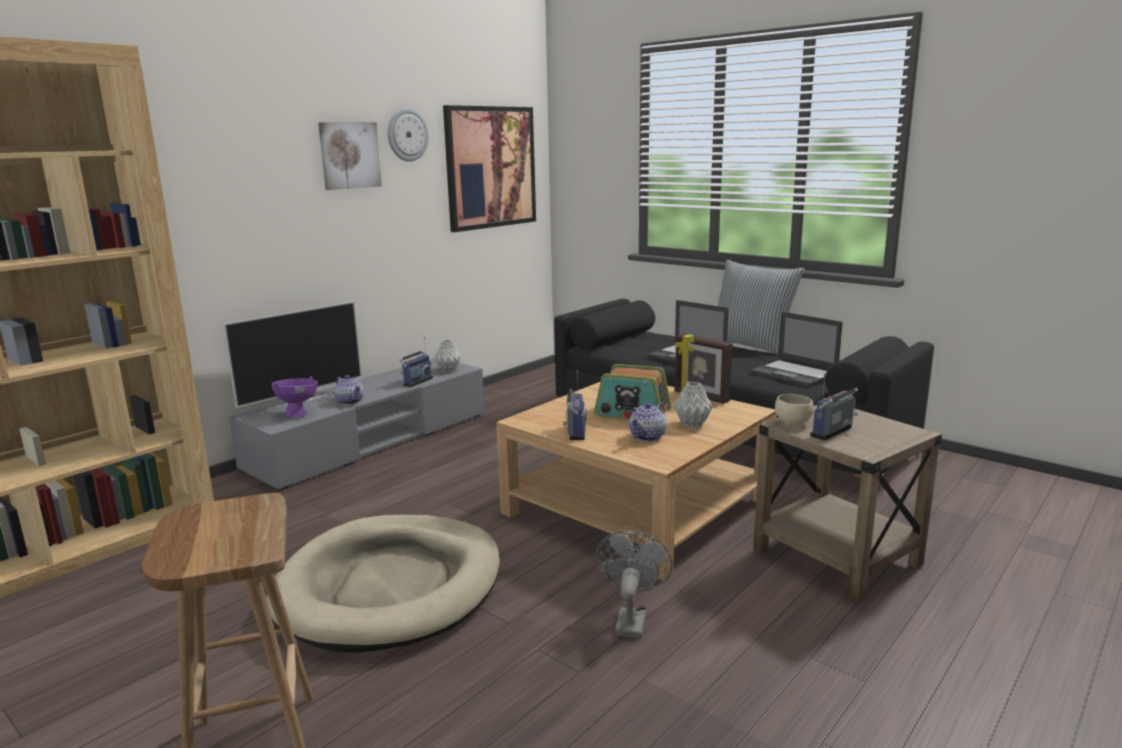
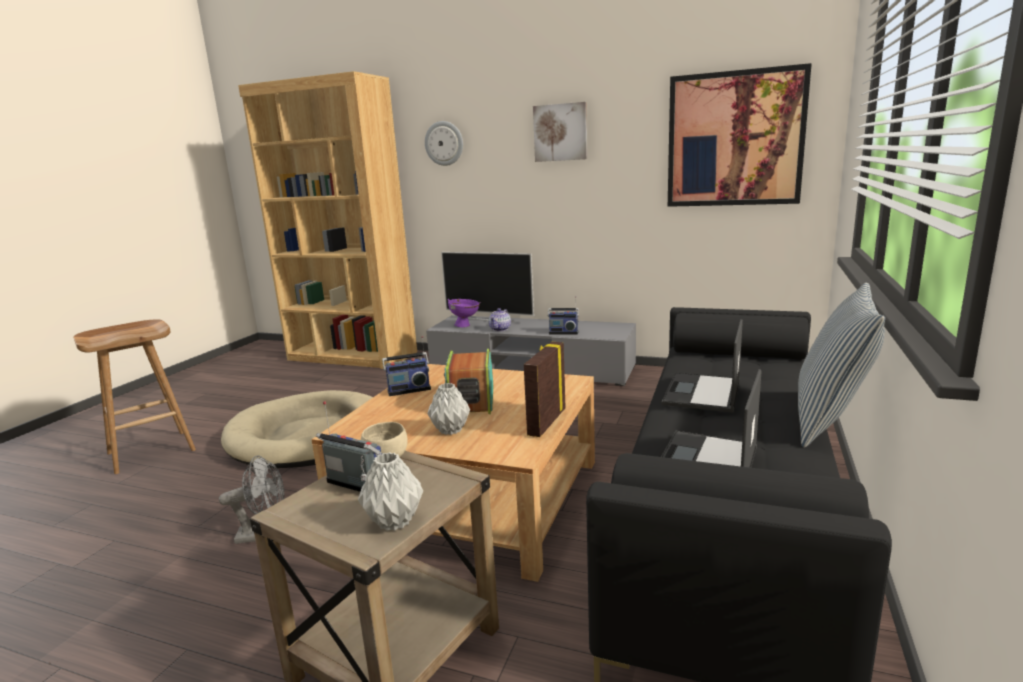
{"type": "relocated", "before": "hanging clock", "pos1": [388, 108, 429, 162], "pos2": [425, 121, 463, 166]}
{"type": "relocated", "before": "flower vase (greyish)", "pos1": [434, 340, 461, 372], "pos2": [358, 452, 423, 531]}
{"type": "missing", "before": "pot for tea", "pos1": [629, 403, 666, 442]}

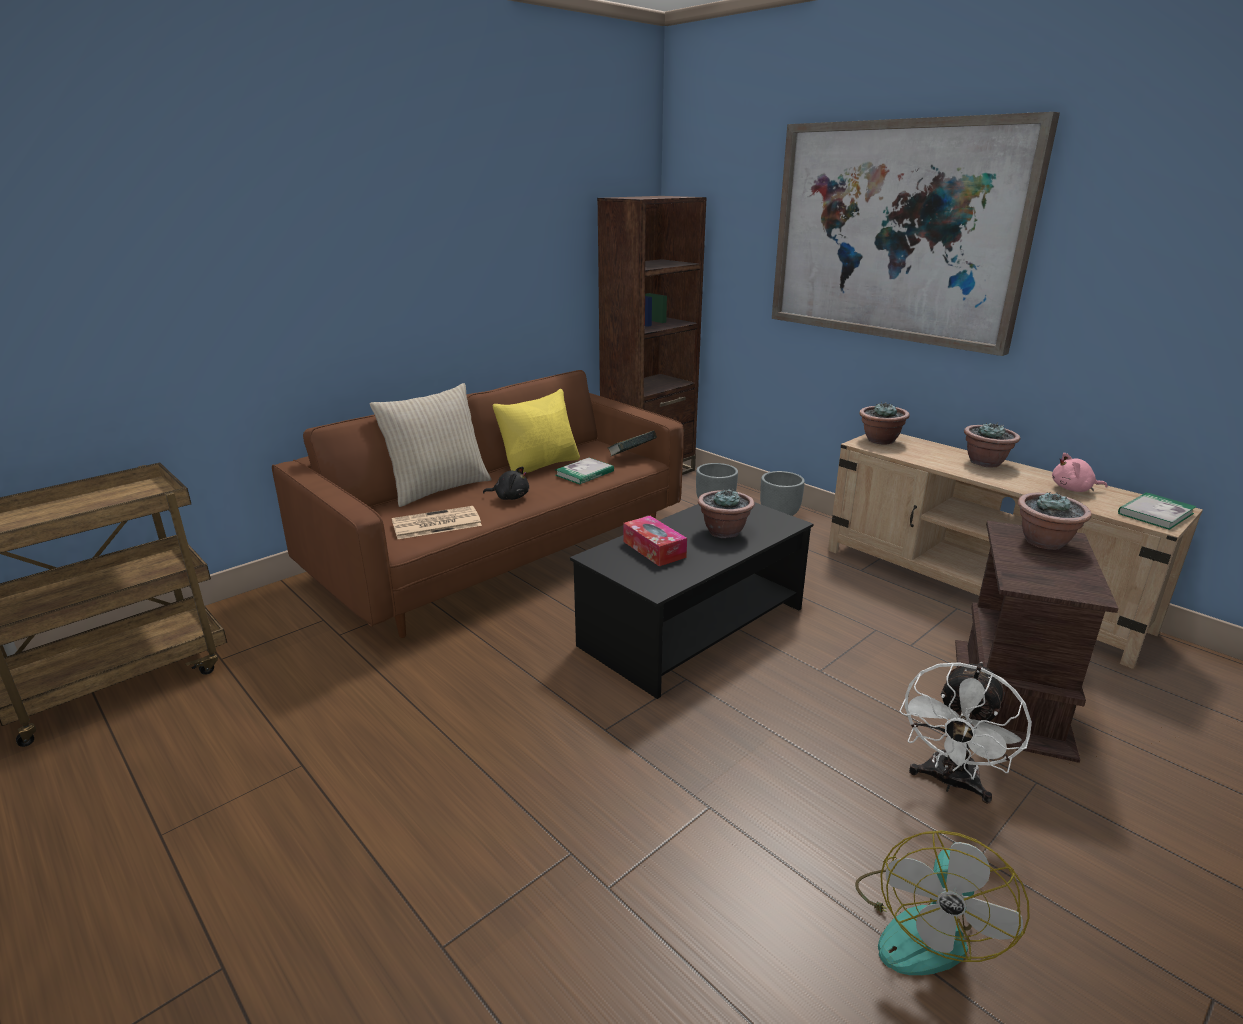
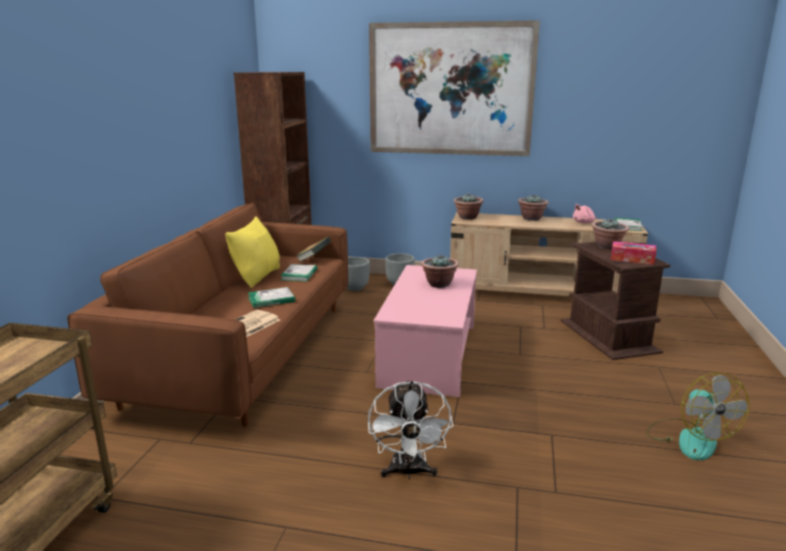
{"type": "missing", "before": "pillow (sand-coloured)", "pos1": [370, 383, 491, 507]}
{"type": "exchanged", "before": "cuddly toy (black)", "after": "book", "pos1": [483, 467, 529, 500], "pos2": [248, 287, 295, 308]}
{"type": "colour", "before": "coffee table (black)", "after": "coffee table (pink-coloured)", "pos1": [570, 502, 814, 699], "pos2": [374, 265, 477, 397]}
{"type": "relocated", "before": "tissue holder", "pos1": [623, 516, 687, 566], "pos2": [611, 241, 656, 265]}
{"type": "relocated", "before": "cooling fan (white)", "pos1": [900, 662, 1032, 804], "pos2": [368, 380, 453, 479]}

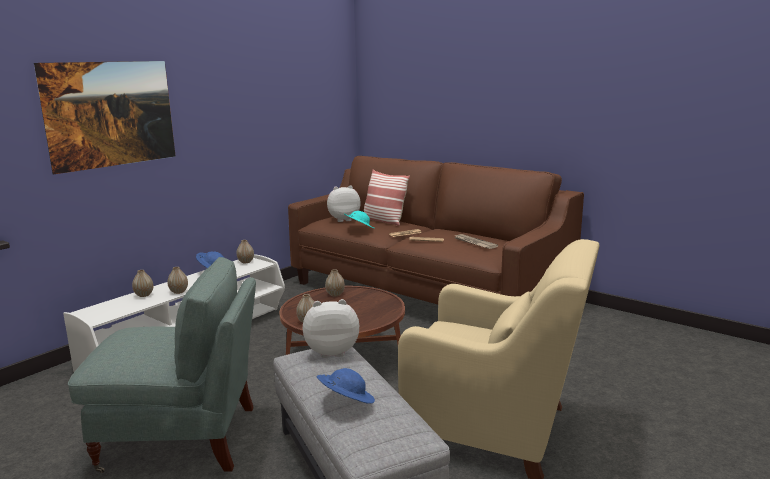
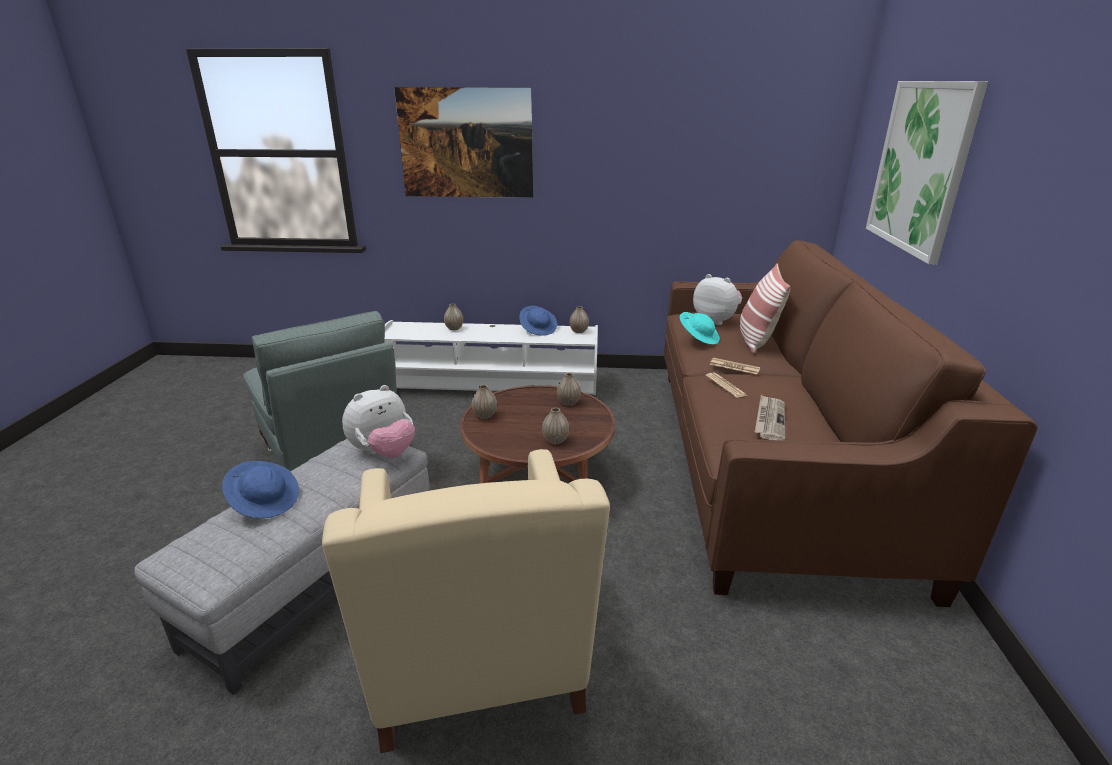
{"type": "relocated", "before": "flower vase", "pos1": [167, 267, 188, 294], "pos2": [542, 408, 569, 444]}
{"type": "spun", "before": "cuddly toy", "pos1": [303, 299, 359, 358], "pos2": [342, 385, 415, 458], "turn": 90}
{"type": "appeared", "after": "picture", "pos2": [866, 81, 988, 264]}

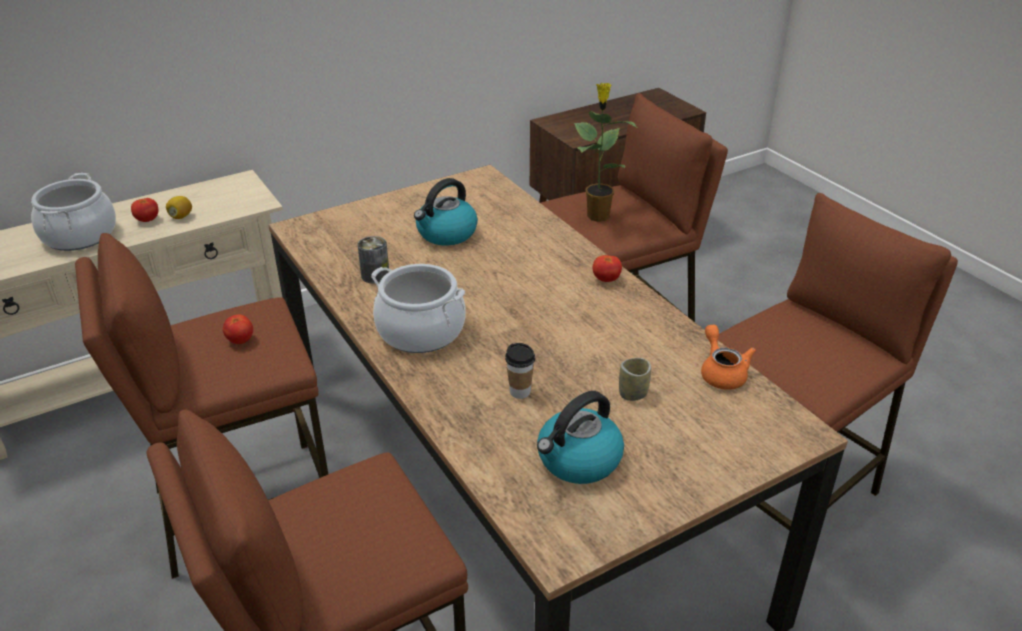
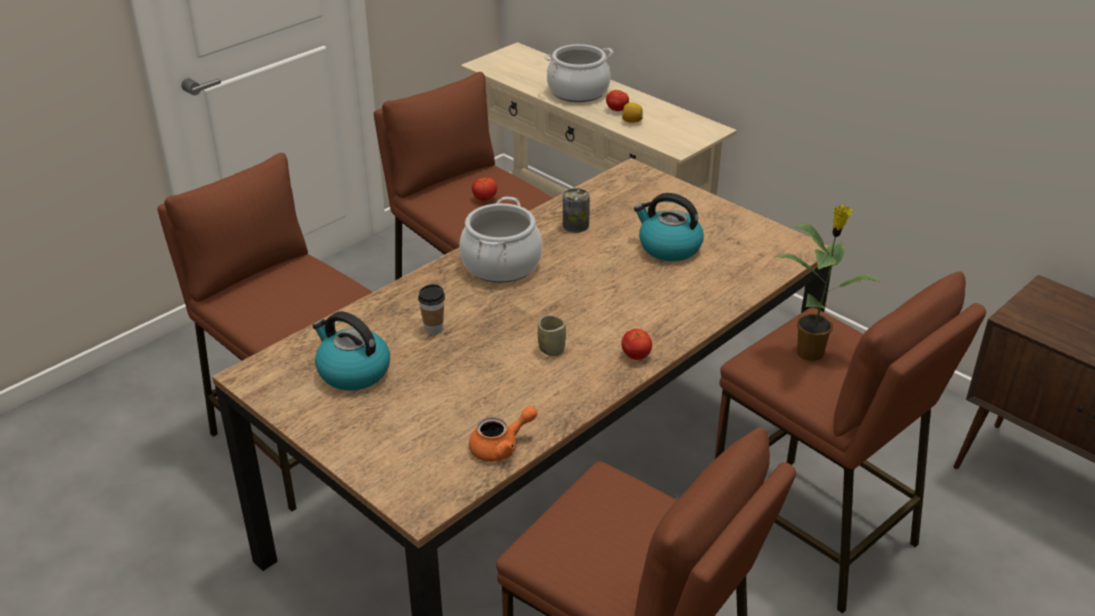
{"type": "relocated", "before": "drinking cup", "pos1": [619, 358, 651, 401], "pos2": [538, 315, 566, 356]}

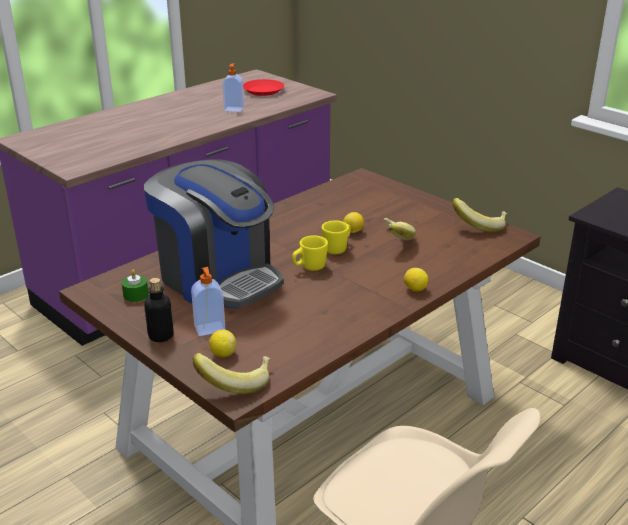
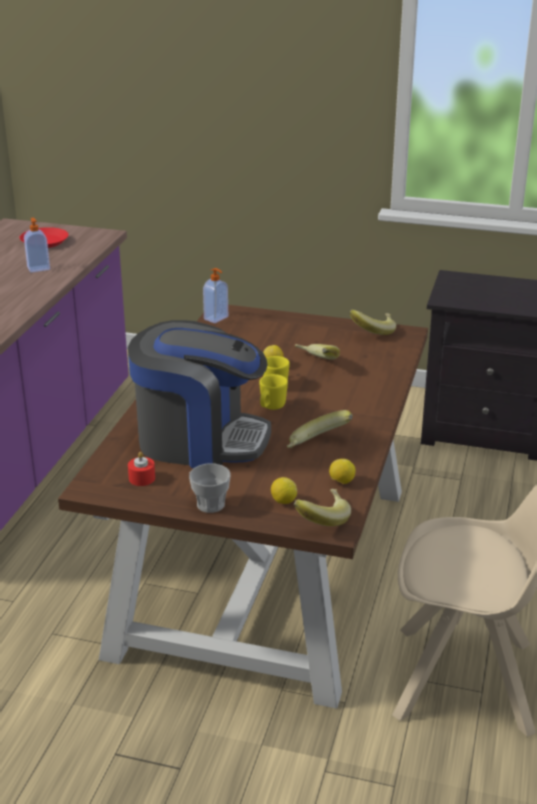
{"type": "colour", "before": "wax light (green-coloured)", "after": "wax light (red-coloured)", "pos1": [122, 270, 149, 302], "pos2": [128, 452, 155, 486]}
{"type": "exchanged", "before": "bottle", "after": "drinking cup", "pos1": [144, 278, 173, 342], "pos2": [189, 464, 230, 513]}
{"type": "relocated", "before": "liquid soap bottle", "pos1": [191, 267, 226, 336], "pos2": [203, 268, 228, 323]}
{"type": "relocated", "before": "lemon", "pos1": [404, 268, 428, 292], "pos2": [329, 459, 356, 484]}
{"type": "appeared", "after": "banana fruit", "pos2": [287, 410, 353, 448]}

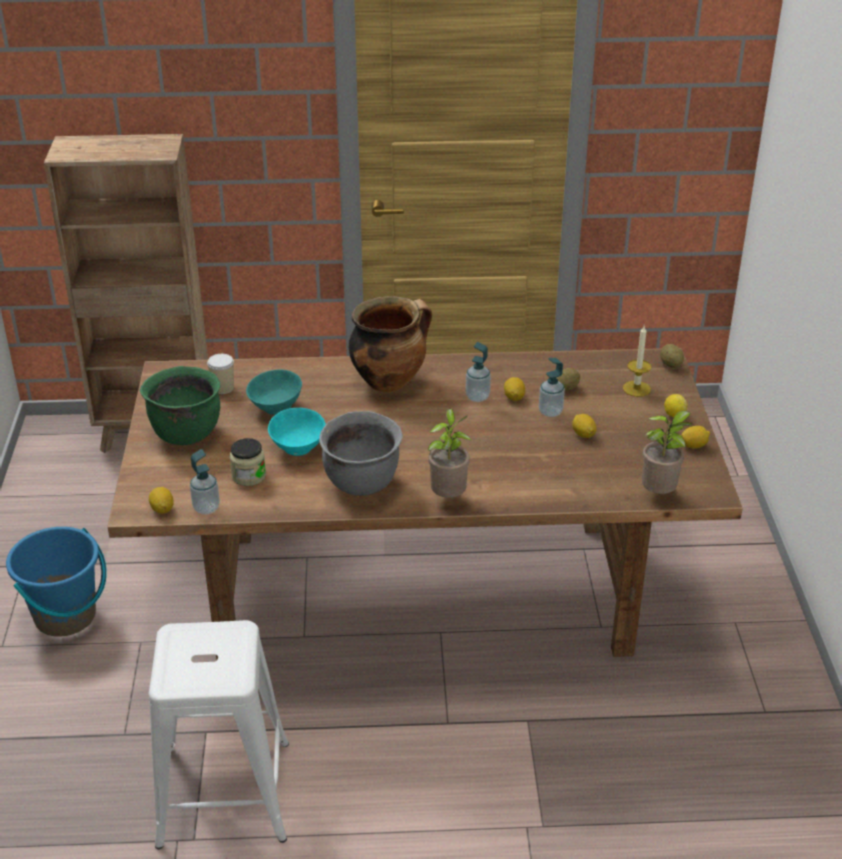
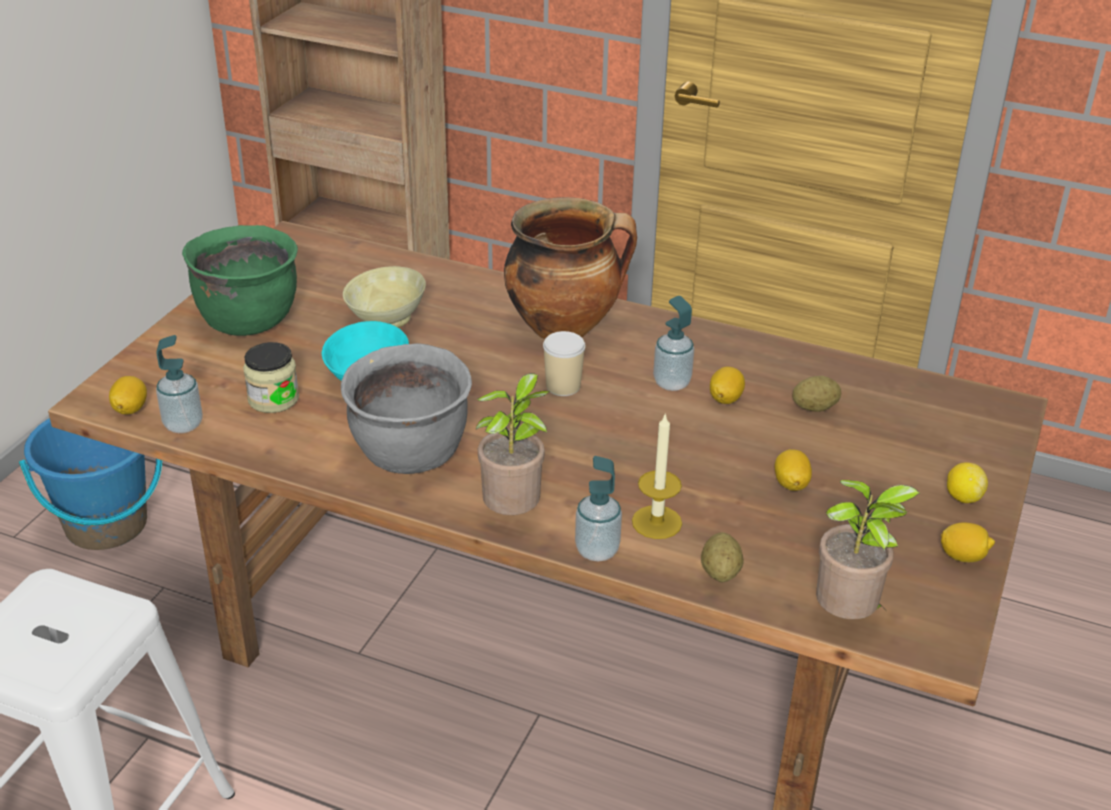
{"type": "relocated", "before": "drinking cup", "pos1": [207, 354, 234, 394], "pos2": [543, 331, 585, 396]}
{"type": "colour", "before": "deep dish (turquoise-coloured)", "after": "deep dish (sand-coloured)", "pos1": [246, 369, 302, 415], "pos2": [343, 266, 426, 328]}
{"type": "relocated", "before": "liquid soap bottle", "pos1": [539, 358, 565, 417], "pos2": [575, 456, 622, 561]}
{"type": "relocated", "before": "wax light", "pos1": [623, 326, 652, 397], "pos2": [632, 413, 682, 539]}
{"type": "relocated", "before": "spud", "pos1": [660, 344, 684, 368], "pos2": [701, 532, 744, 582]}

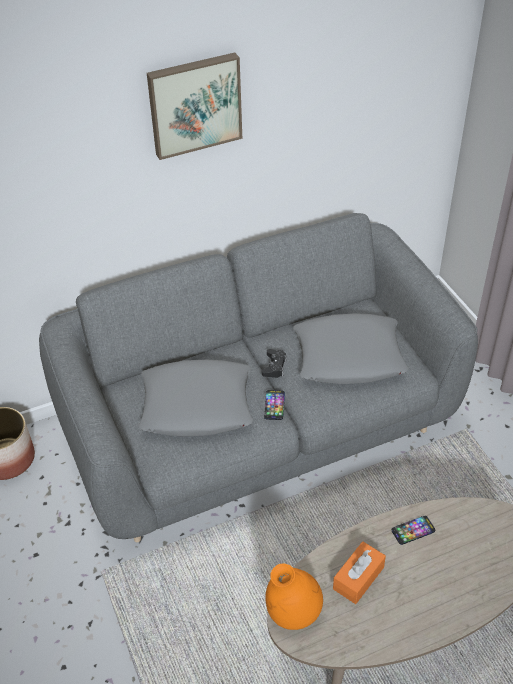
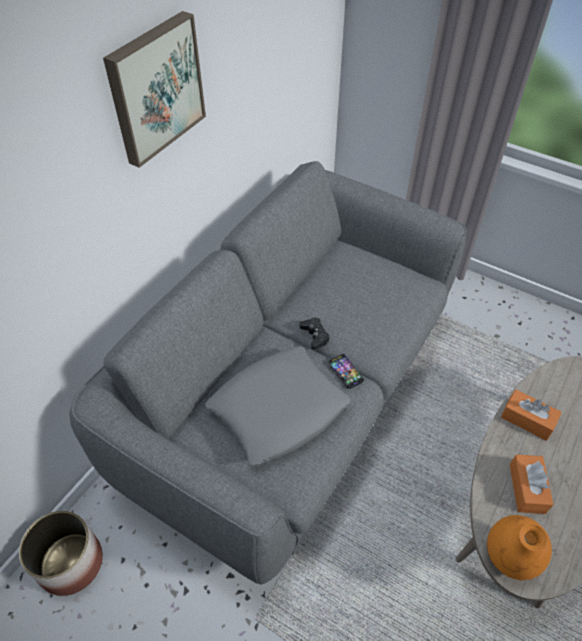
{"type": "missing", "before": "pillow (greyish)", "pos1": [293, 313, 409, 384]}
{"type": "exchanged", "before": "phone", "after": "tissue holder (orangey)", "pos1": [392, 516, 435, 545], "pos2": [501, 389, 562, 441]}

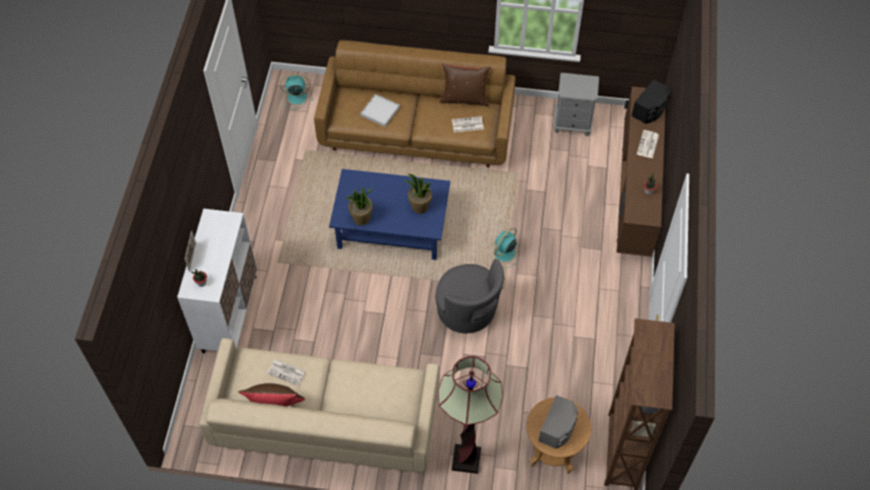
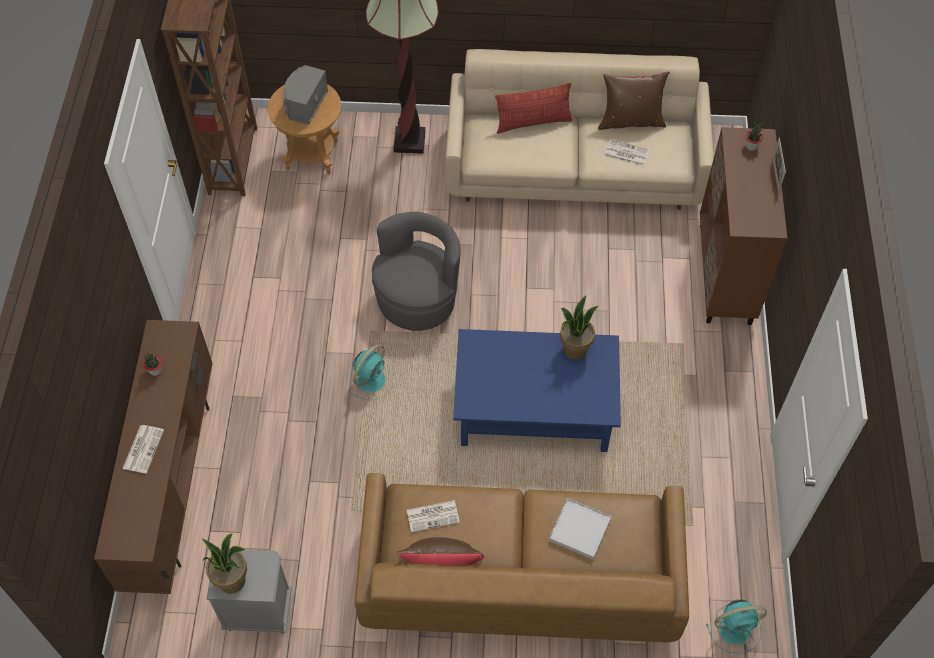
{"type": "colour", "before": "storage cabinet (white)", "after": "storage cabinet (brown-coloured)", "pos1": [177, 209, 257, 353], "pos2": [700, 127, 787, 325]}
{"type": "relocated", "before": "plant in a pot", "pos1": [405, 174, 432, 214], "pos2": [202, 534, 247, 594]}
{"type": "spun", "before": "easy chair (greyish)", "pos1": [435, 259, 504, 333], "pos2": [372, 212, 461, 331], "turn": 75}
{"type": "missing", "before": "loudspeaker (black)", "pos1": [632, 79, 670, 124]}
{"type": "appeared", "after": "pillow", "pos2": [495, 83, 573, 134]}

